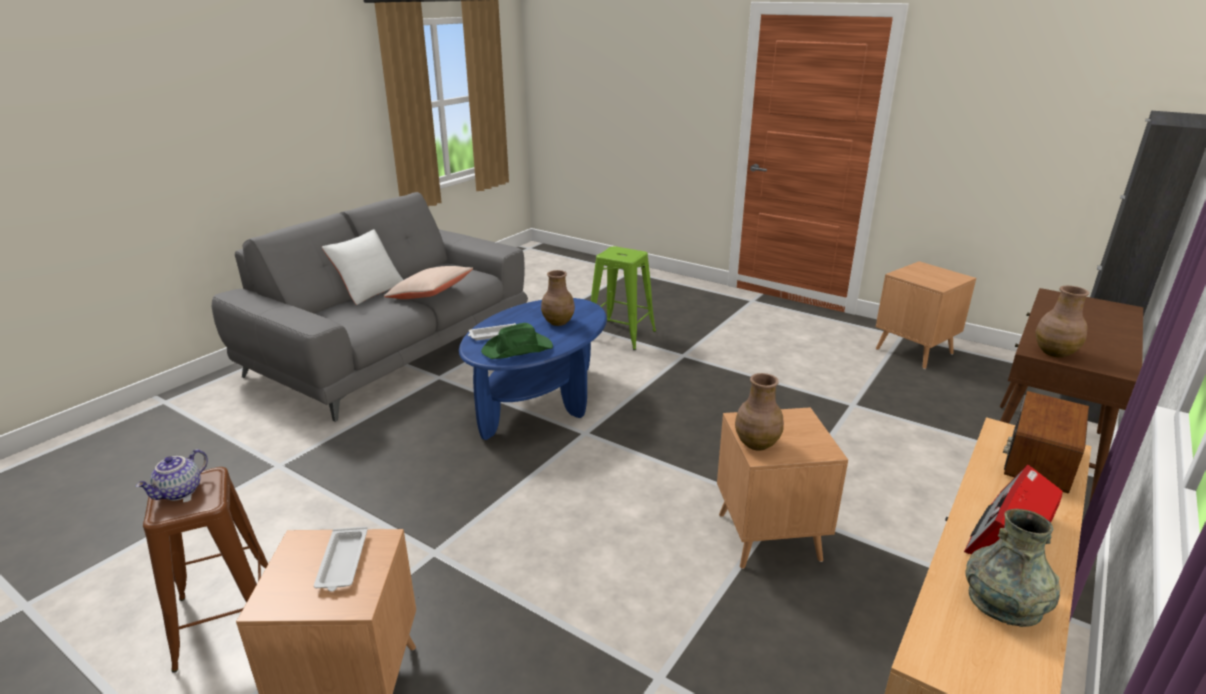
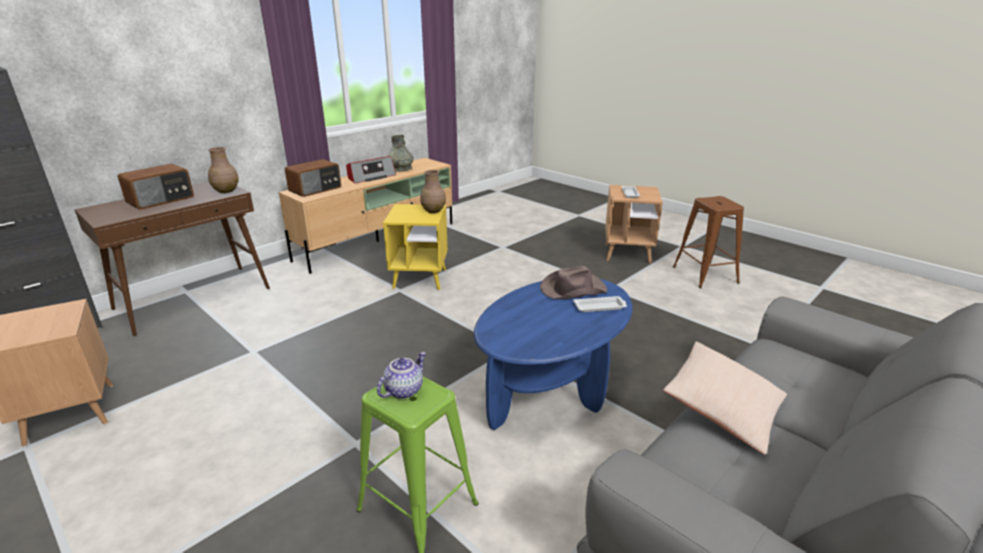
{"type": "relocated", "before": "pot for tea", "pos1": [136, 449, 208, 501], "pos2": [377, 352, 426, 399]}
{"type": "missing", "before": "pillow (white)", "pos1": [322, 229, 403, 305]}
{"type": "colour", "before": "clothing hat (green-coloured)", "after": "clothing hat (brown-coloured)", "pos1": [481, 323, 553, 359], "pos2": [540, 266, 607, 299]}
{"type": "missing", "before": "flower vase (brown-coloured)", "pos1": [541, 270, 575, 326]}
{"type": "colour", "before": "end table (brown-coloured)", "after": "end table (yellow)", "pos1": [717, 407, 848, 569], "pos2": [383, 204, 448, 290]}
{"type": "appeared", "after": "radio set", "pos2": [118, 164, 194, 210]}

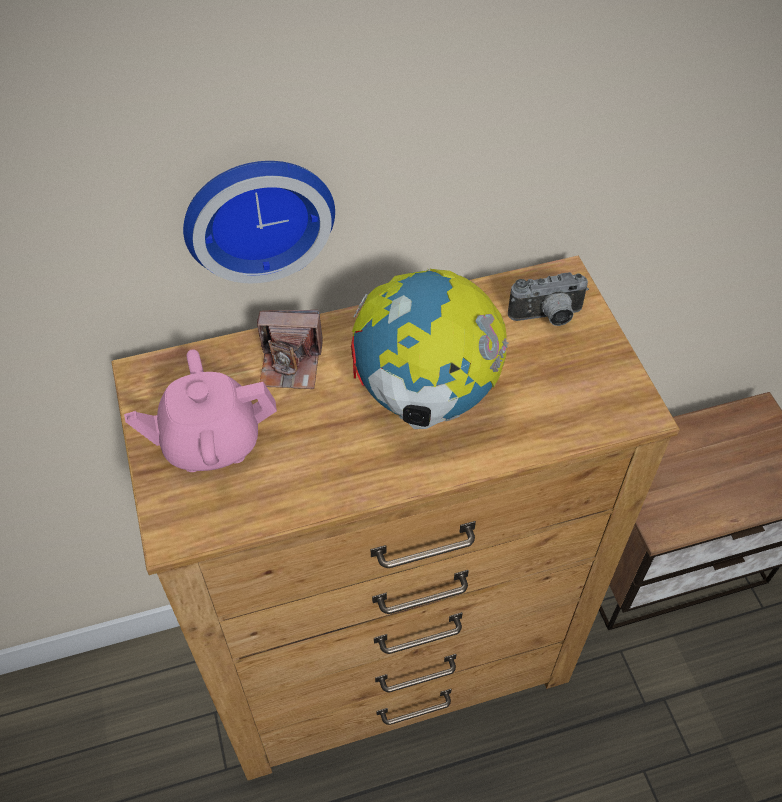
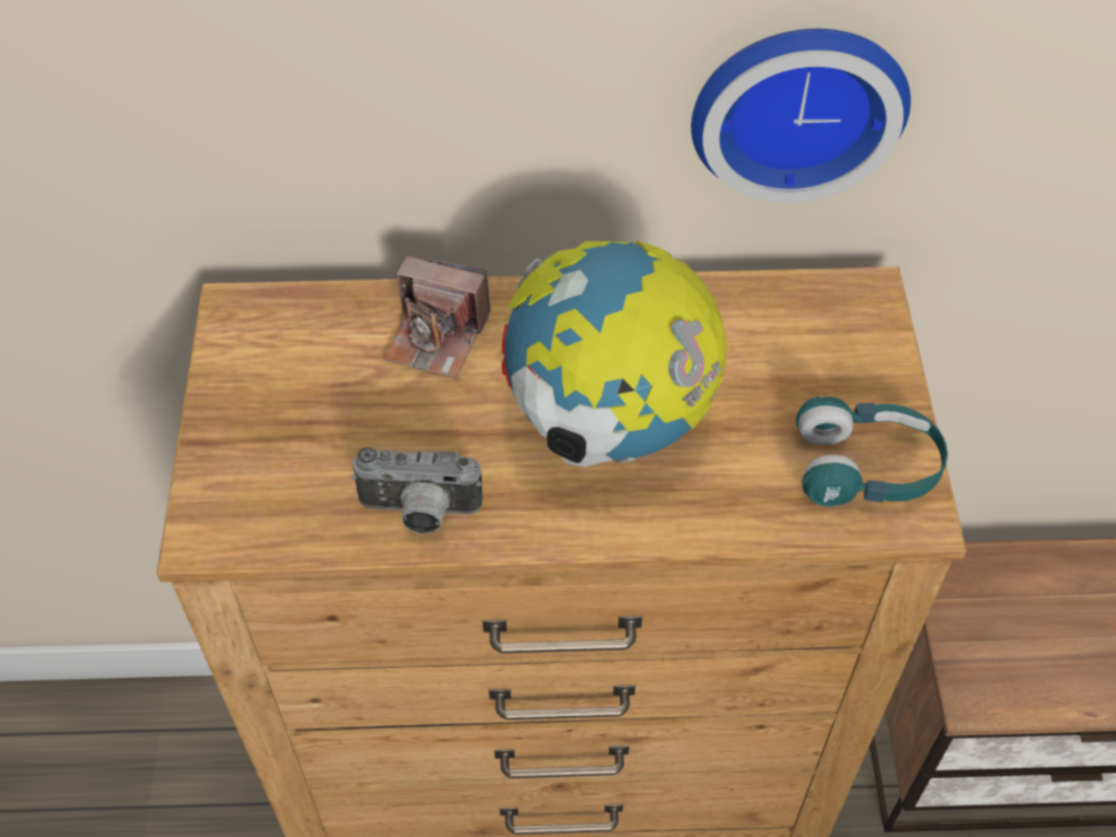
{"type": "missing", "before": "pot for tea (pink-coloured)", "pos1": [124, 349, 277, 472]}
{"type": "relocated", "before": "hanging clock", "pos1": [183, 161, 335, 283], "pos2": [691, 29, 911, 203]}
{"type": "relocated", "before": "still camera", "pos1": [508, 272, 589, 326], "pos2": [351, 447, 482, 534]}
{"type": "appeared", "after": "headset (turquoise-coloured)", "pos2": [796, 396, 948, 507]}

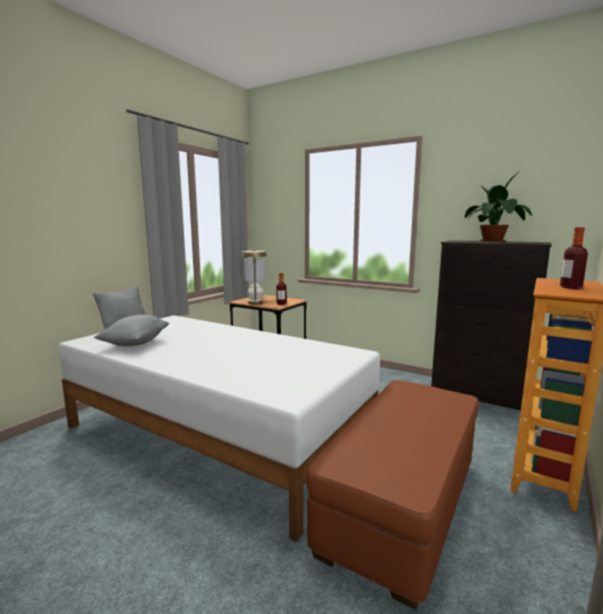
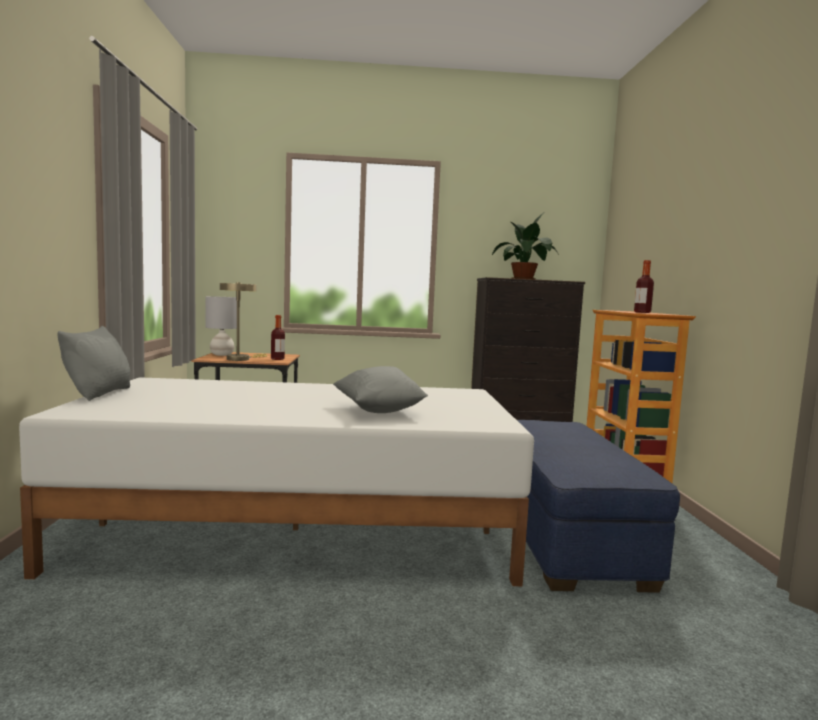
{"type": "relocated", "before": "pillow (greyish)", "pos1": [94, 314, 169, 347], "pos2": [333, 366, 428, 413]}
{"type": "colour", "before": "ottoman (brown-coloured)", "after": "ottoman (bluish)", "pos1": [306, 380, 479, 610], "pos2": [517, 420, 680, 593]}

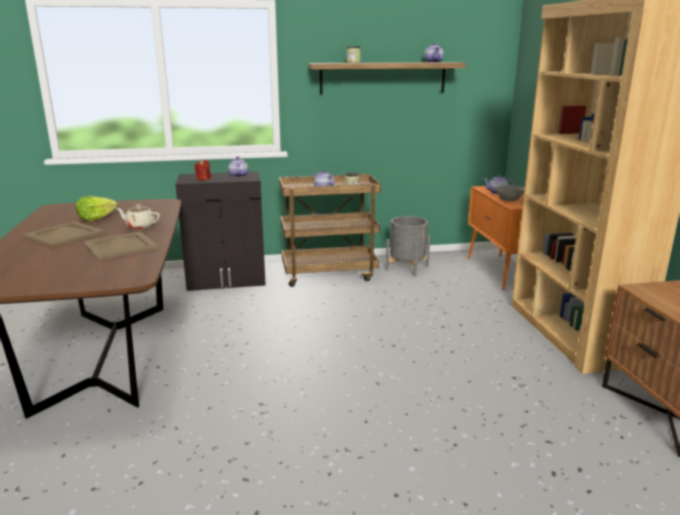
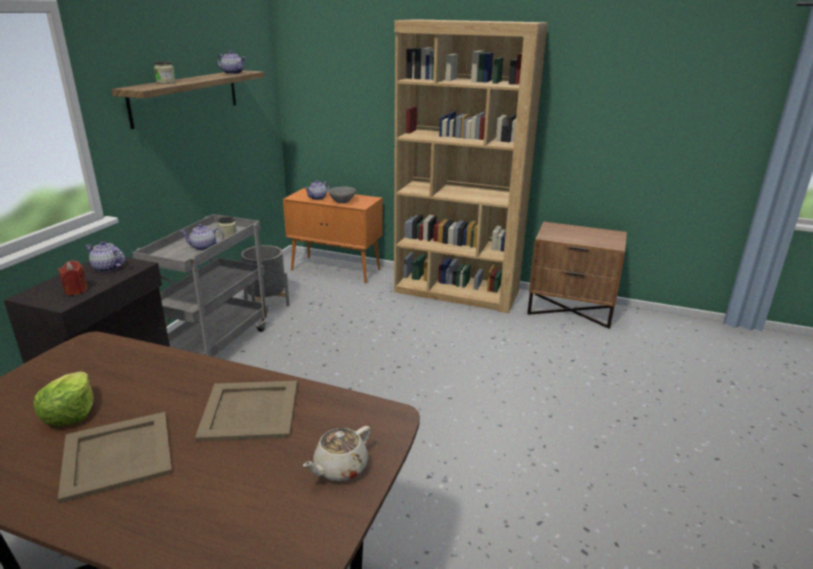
{"type": "relocated", "before": "pot for tea (sand-coloured)", "pos1": [116, 205, 160, 229], "pos2": [303, 426, 371, 481]}
{"type": "colour", "before": "wheeled cart (brown-coloured)", "after": "wheeled cart (greyish)", "pos1": [279, 174, 381, 287], "pos2": [132, 214, 268, 357]}

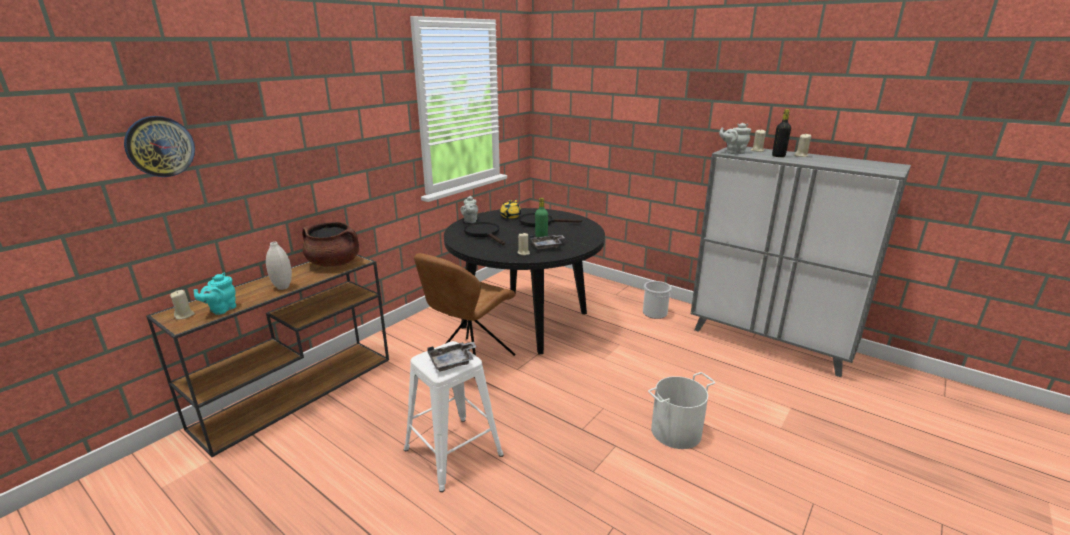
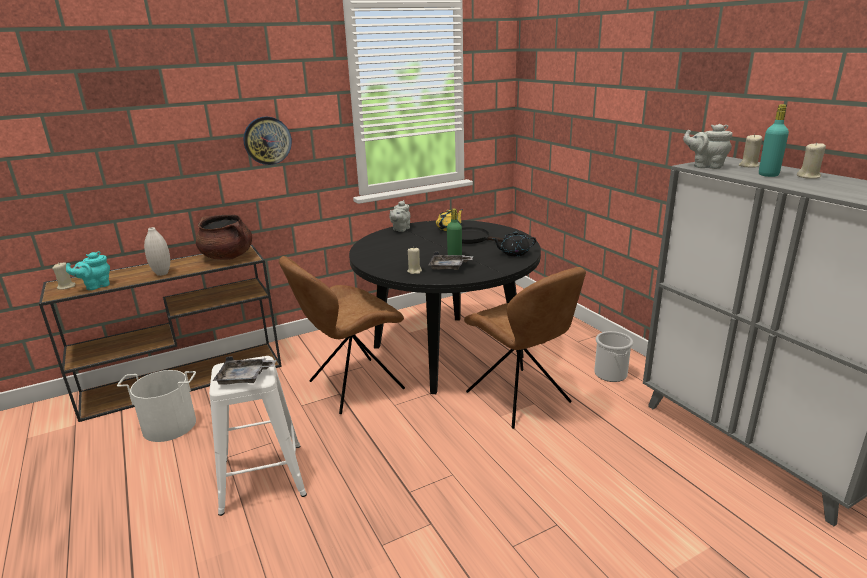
{"type": "relocated", "before": "hanging clock", "pos1": [124, 116, 195, 177], "pos2": [243, 116, 292, 165]}
{"type": "missing", "before": "skillet (black)", "pos1": [464, 222, 505, 245]}
{"type": "relocated", "before": "water bucket (white)", "pos1": [648, 372, 715, 449], "pos2": [117, 370, 196, 442]}
{"type": "colour", "before": "bottle (black)", "after": "bottle (turquoise-coloured)", "pos1": [772, 109, 791, 157], "pos2": [759, 104, 789, 177]}
{"type": "appeared", "after": "plain chair (brown-coloured)", "pos2": [464, 267, 586, 429]}
{"type": "appeared", "after": "pot for tea (black)", "pos2": [491, 232, 536, 256]}

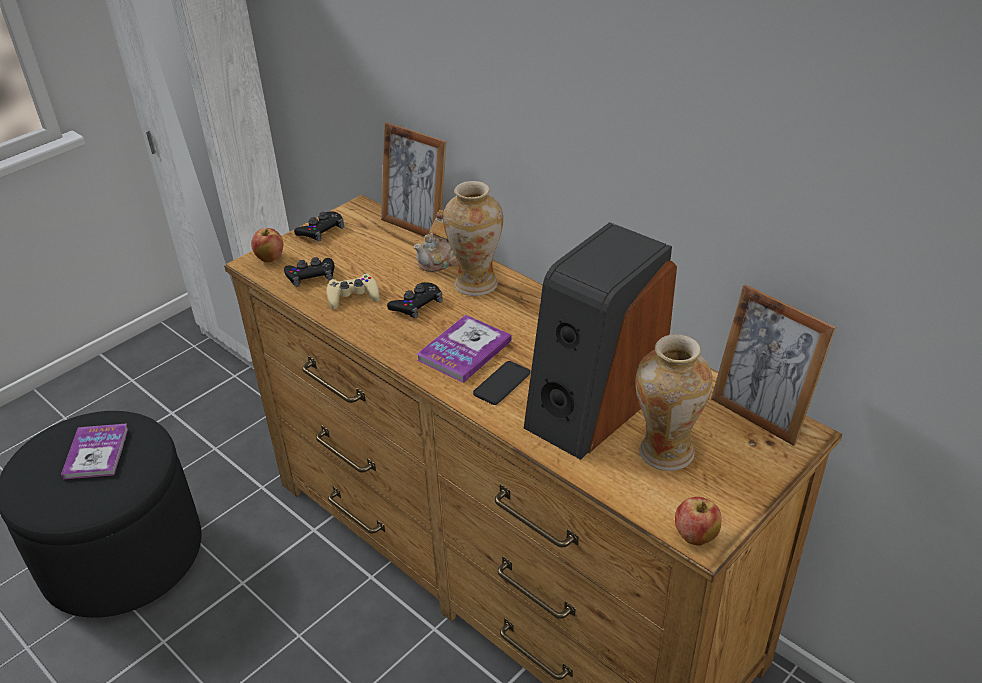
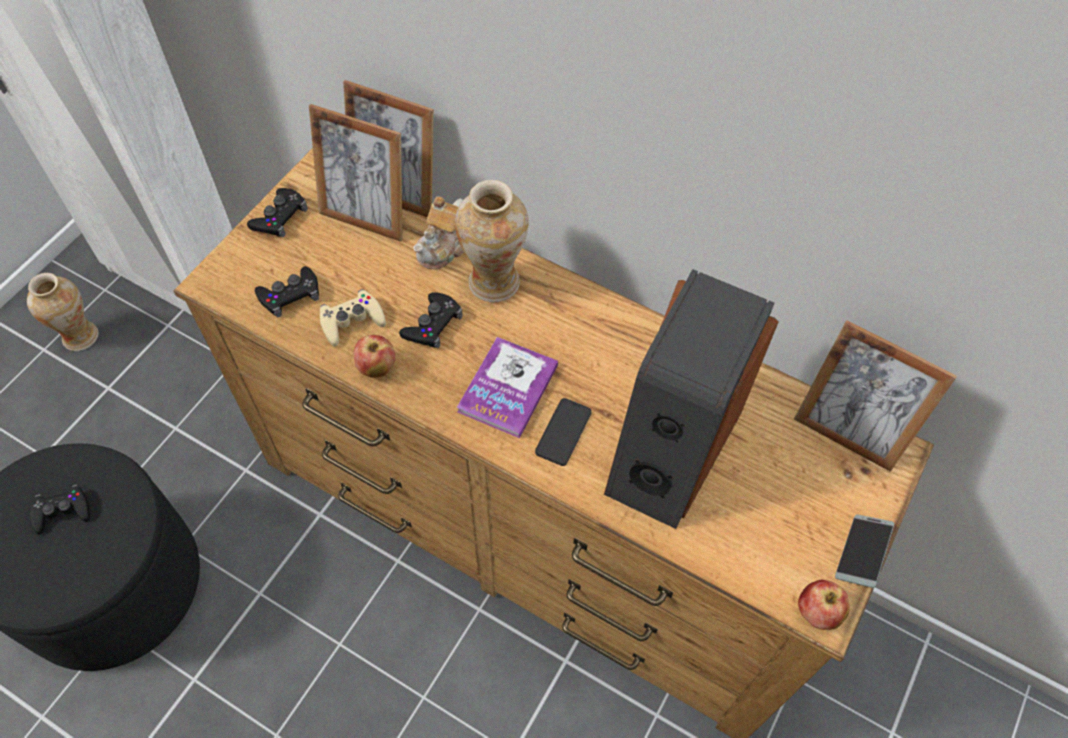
{"type": "exchanged", "before": "book", "after": "joypad (black)", "pos1": [61, 423, 129, 479], "pos2": [30, 485, 90, 535]}
{"type": "relocated", "before": "apple fruit", "pos1": [251, 228, 283, 262], "pos2": [353, 335, 395, 378]}
{"type": "relocated", "before": "flower vase", "pos1": [635, 334, 713, 471], "pos2": [27, 273, 99, 351]}
{"type": "appeared", "after": "standing frame", "pos2": [309, 104, 403, 242]}
{"type": "appeared", "after": "phone", "pos2": [835, 514, 894, 588]}

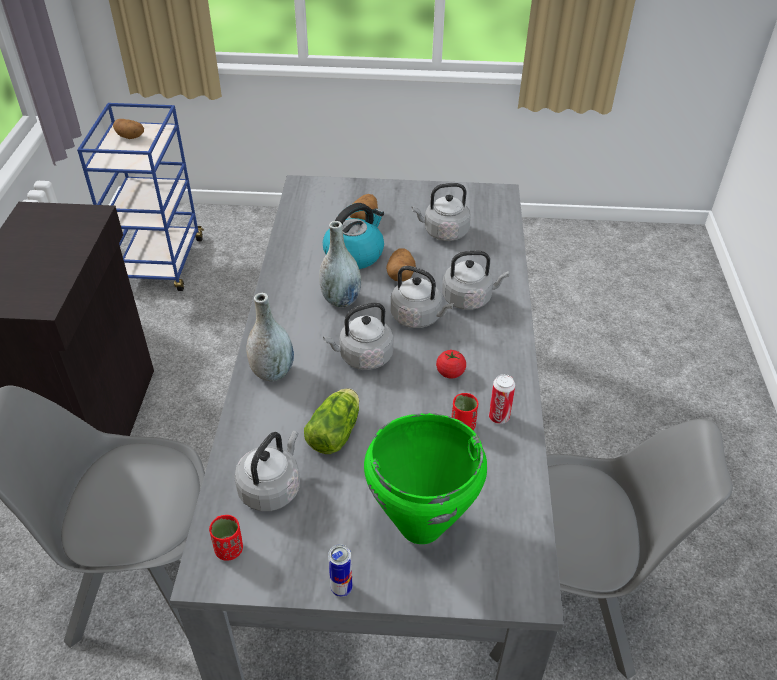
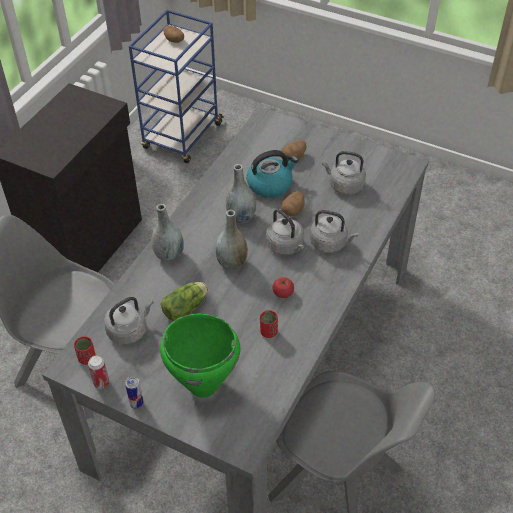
{"type": "exchanged", "before": "kettle (greyish)", "after": "flower vase (greyish)", "pos1": [323, 302, 394, 370], "pos2": [216, 210, 248, 271]}
{"type": "relocated", "before": "sealed can", "pos1": [489, 374, 515, 424], "pos2": [88, 355, 109, 389]}

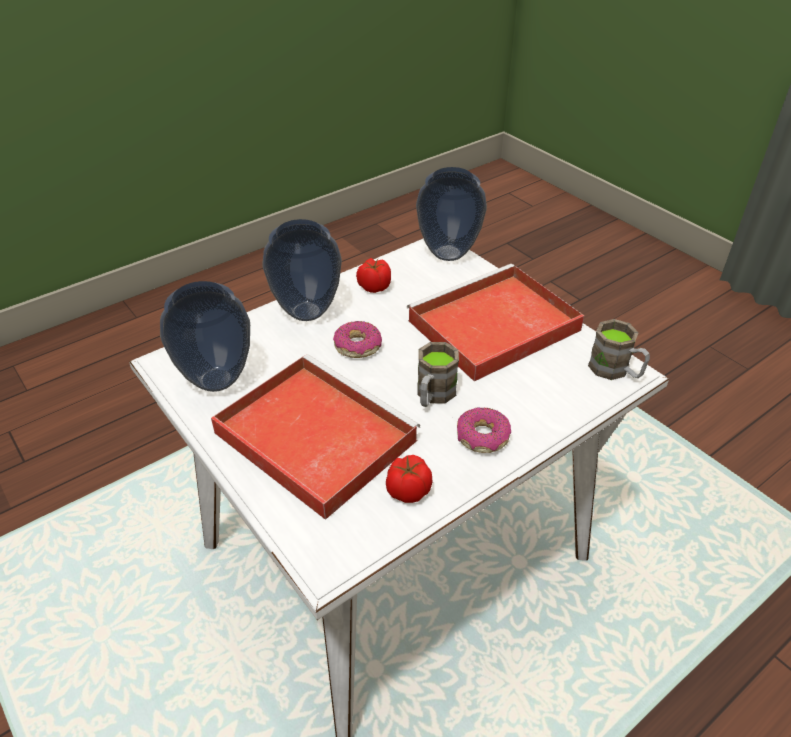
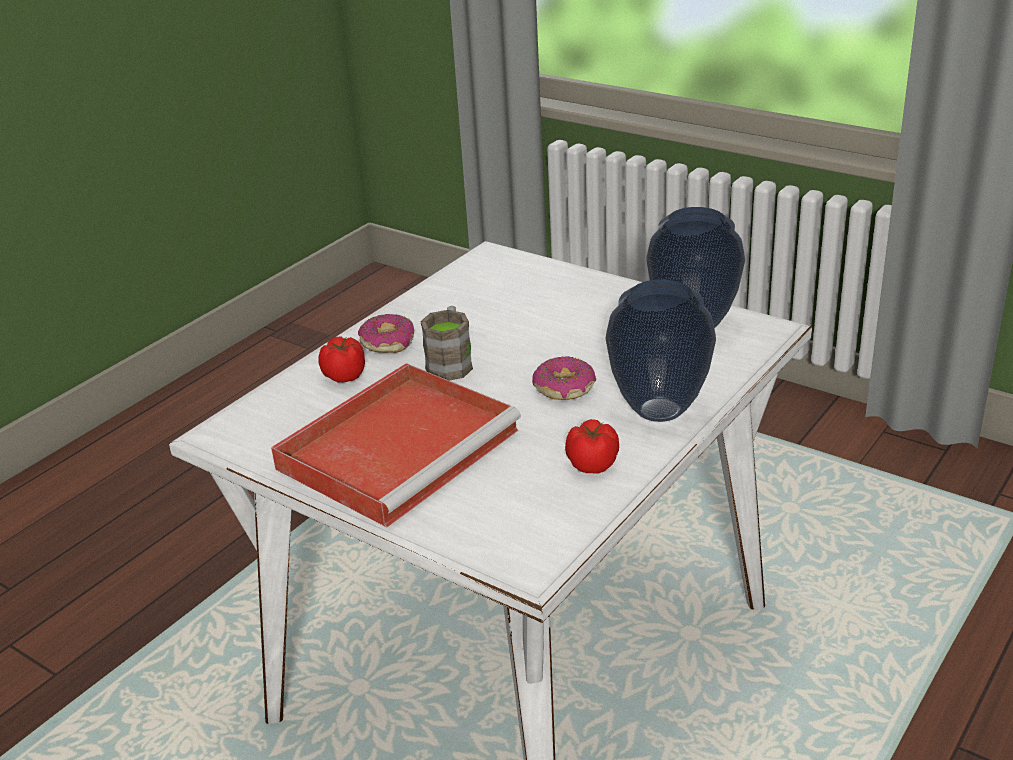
{"type": "missing", "before": "tray (red-coloured)", "pos1": [211, 354, 420, 520]}
{"type": "relocated", "before": "tomato", "pos1": [386, 455, 433, 503], "pos2": [318, 336, 365, 383]}
{"type": "missing", "before": "flower vase", "pos1": [416, 167, 487, 261]}
{"type": "missing", "before": "tea mug (brown-coloured)", "pos1": [588, 319, 650, 380]}

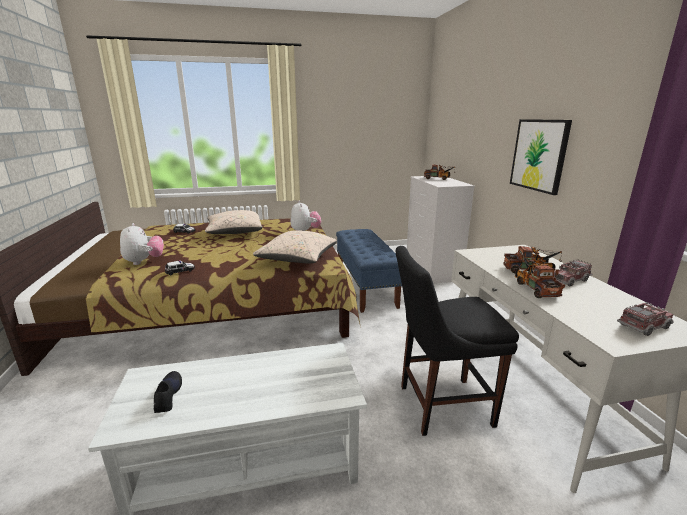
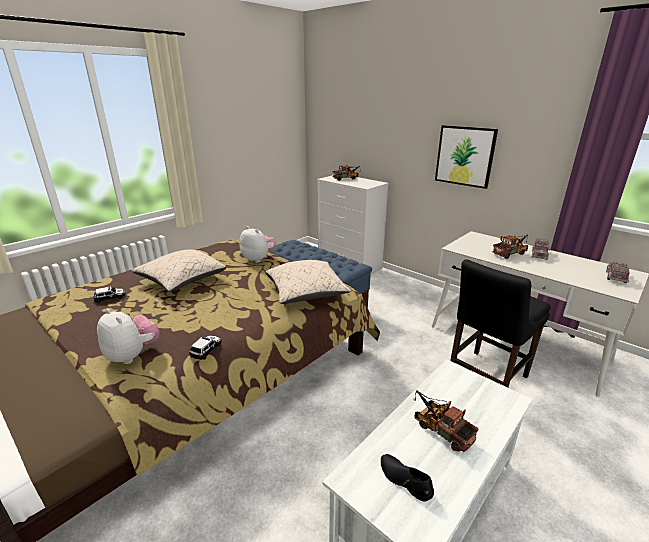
{"type": "relocated", "before": "model truck", "pos1": [514, 256, 565, 298], "pos2": [413, 391, 479, 452]}

